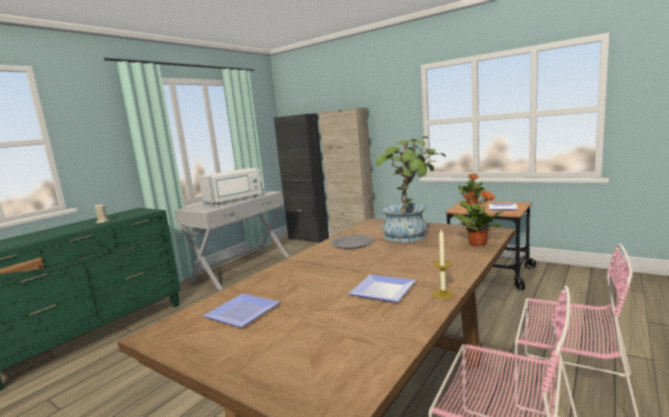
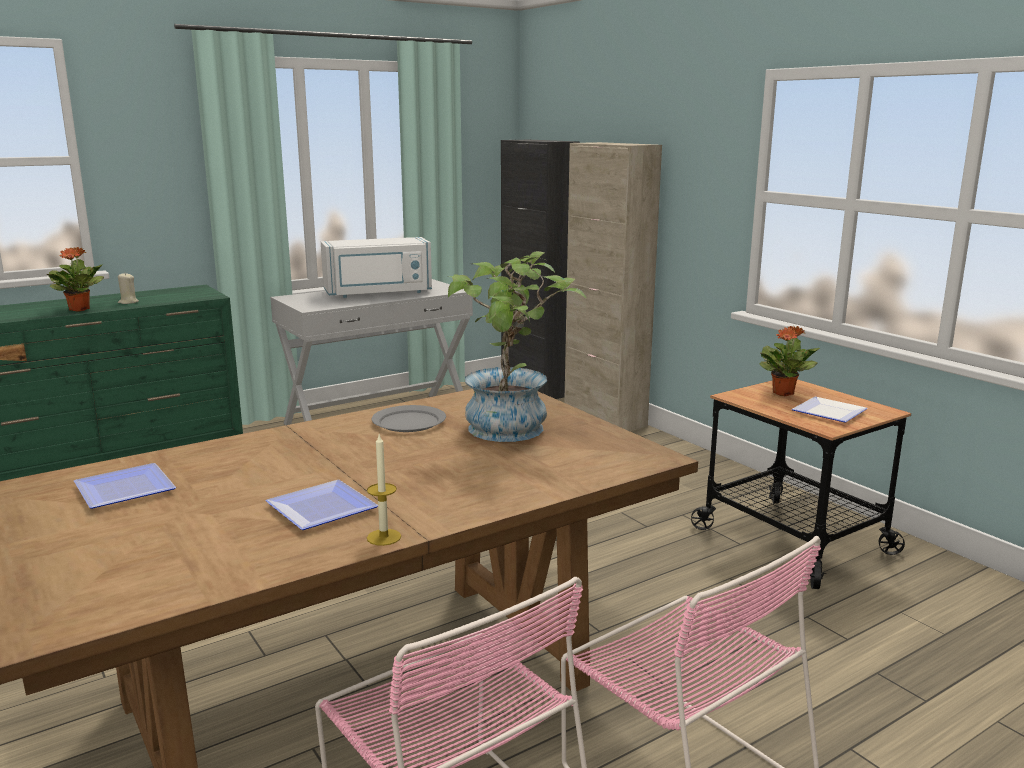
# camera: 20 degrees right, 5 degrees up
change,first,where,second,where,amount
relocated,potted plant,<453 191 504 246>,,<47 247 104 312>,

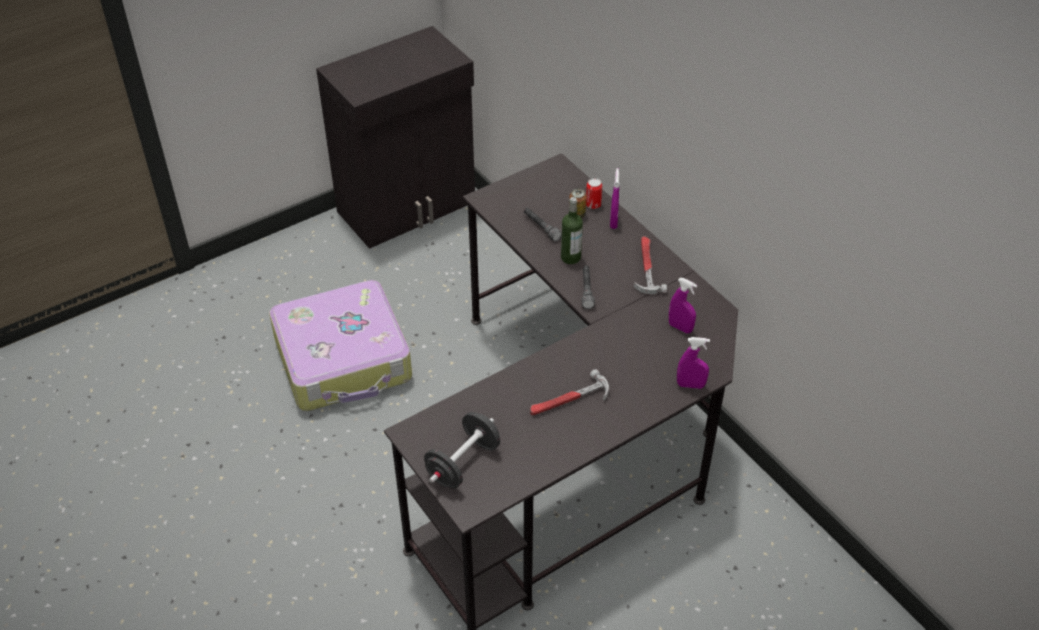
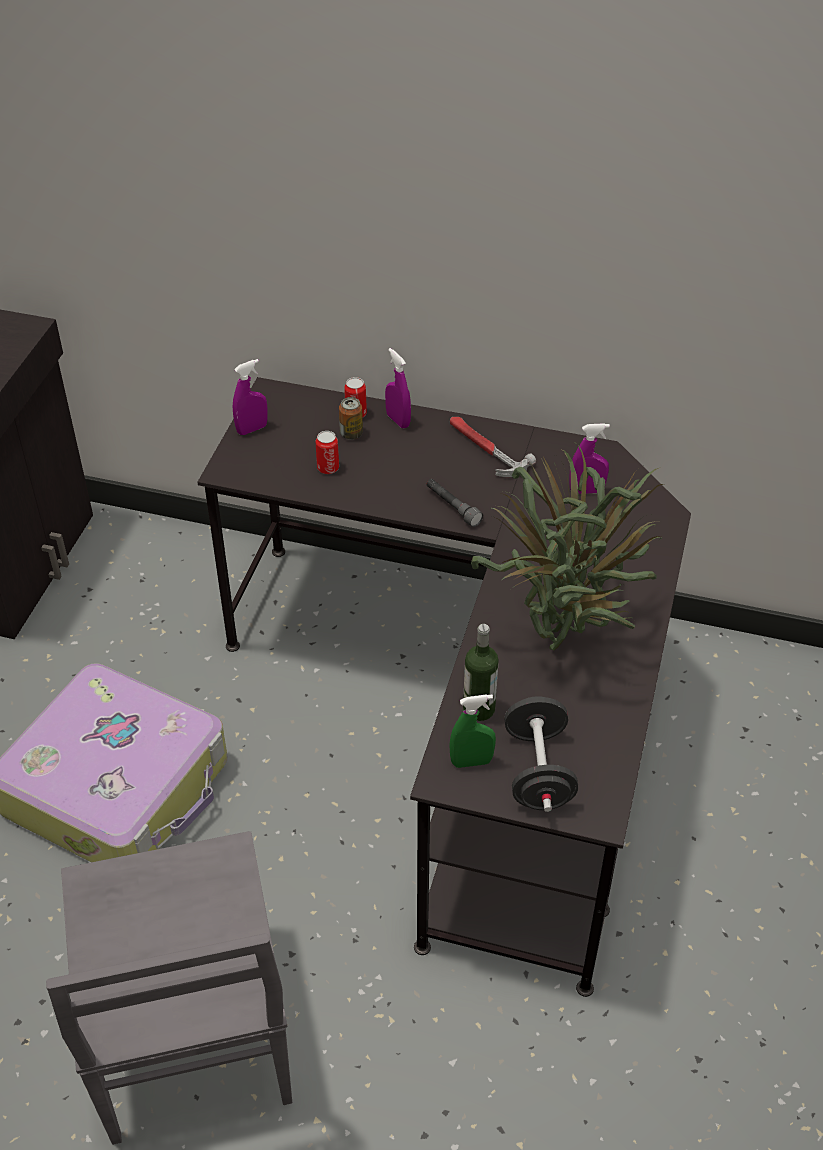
# camera: 40 degrees left, 0 degrees up
change,first,where,second,where,amount
relocated,bottle,<561 197 583 264>,,<463 624 499 721>,
exchanged,flashlight in grey,<524 208 562 242>,can,<315 431 339 474>,
relocated,spray bottle in purple,<677 337 710 389>,,<233 359 268 435>,
exchanged,hammer,<530 369 609 416>,potted plant,<471 441 663 651>,
appeared,,,spray bottle in green,<449 694 496 768>,
appeared,,,chair in grey,<46 831 292 1145>,

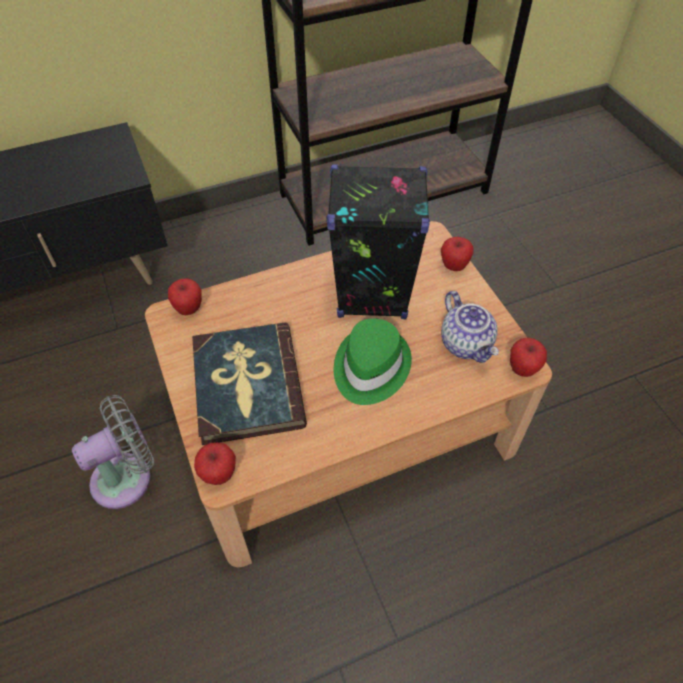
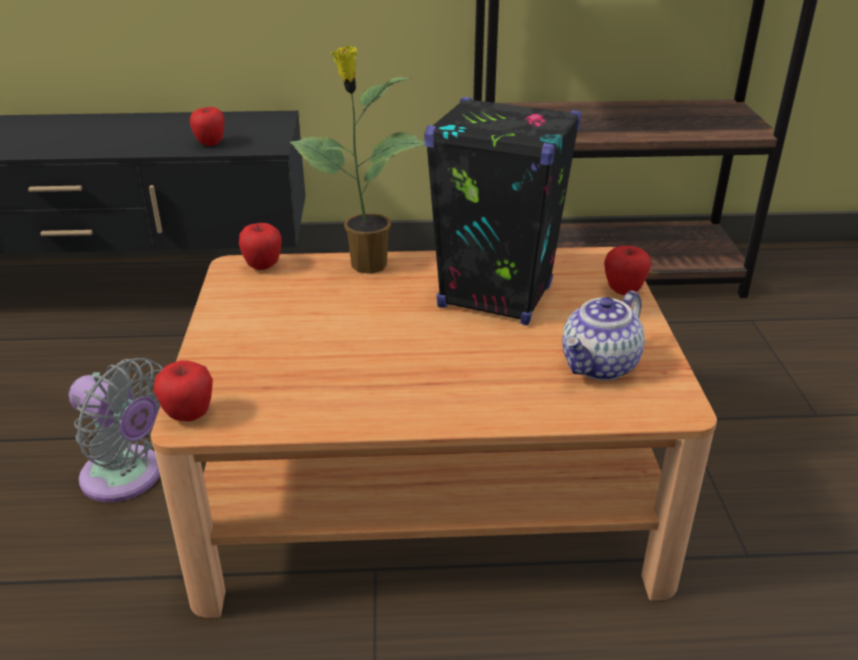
# camera: 20 degrees right, 20 degrees down
change,first,where,second,where,amount
spun,teapot,<441 291 499 363>,,<562 291 645 380>,45 degrees clockwise
missing,hat in green,<334 318 412 405>,,,
missing,book,<192 323 307 445>,,,
relocated,apple,<510 338 547 377>,,<190 107 225 146>,
spun,fan in grey,<72 395 154 509>,,<69 358 163 502>,45 degrees clockwise
appeared,,,potted plant,<290 45 425 274>,

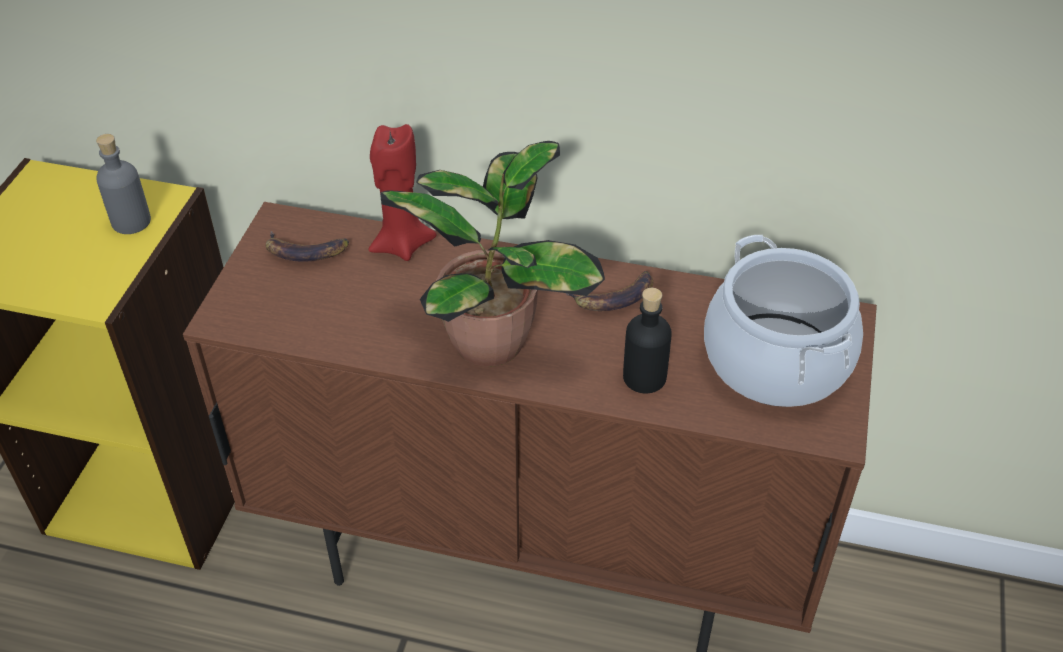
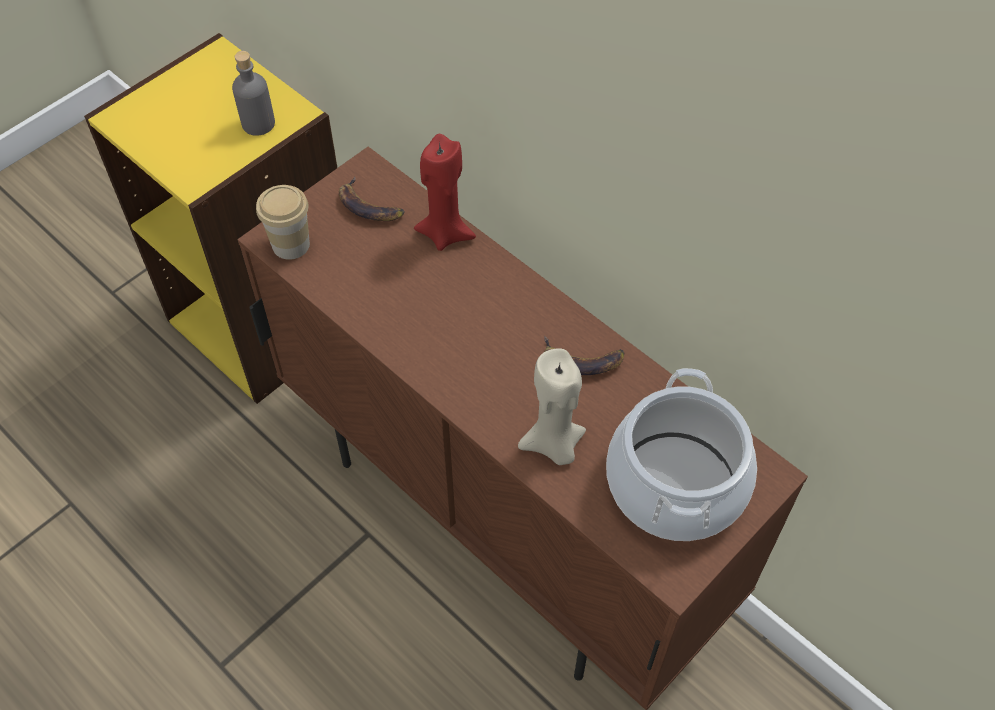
# camera: 30 degrees right, 10 degrees up
change,first,where,second,where,amount
missing,potted plant,<380 141 605 367>,,,
exchanged,bottle in black,<623 288 672 393>,candle in beige,<518 348 586 465>,
appeared,,,cup,<256 185 310 260>,

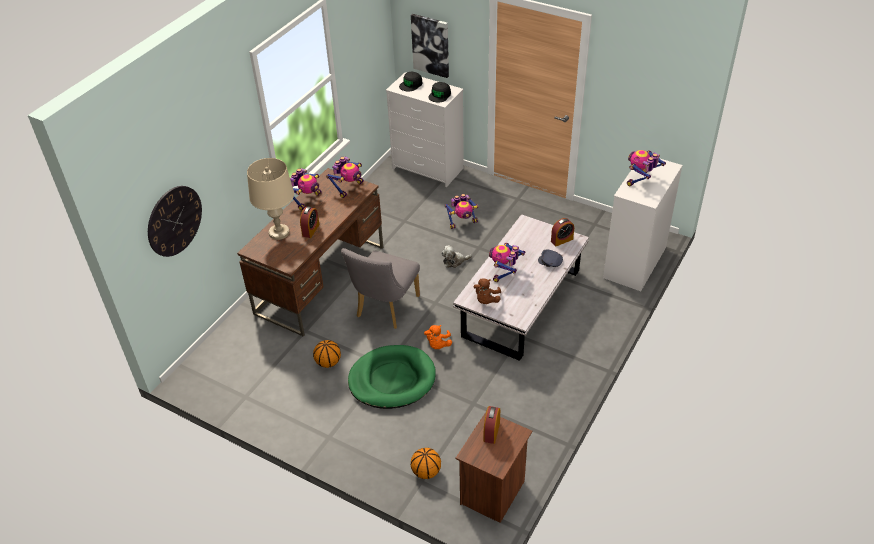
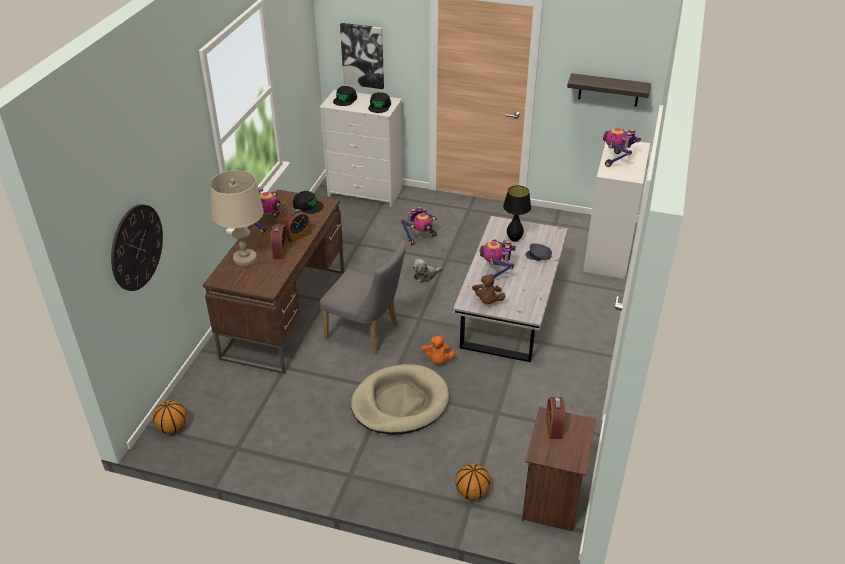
# camera: 15 degrees left, 5 degrees down
change,first,where,second,where,amount
exchanged,toy robot,<326 157 364 198>,cap in black,<293 191 324 214>,
relocated,alarm clock,<551 218 574 246>,,<284 209 311 243>,
spun,chair in grey,<341 248 420 329>,,<320 240 406 354>,75 degrees counterclockwise
relocated,basketball,<313 340 341 368>,,<153 400 187 433>,
colour,dog bed in green,<348 345 436 409>,dog bed in beige,<351 364 449 434>,
appeared,,,shelf,<567 73 651 107>,
appeared,,,table lamp in black,<503 186 531 242>,

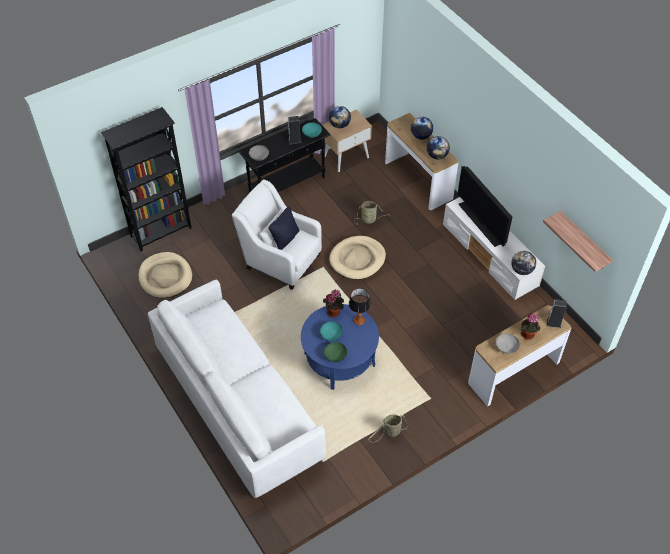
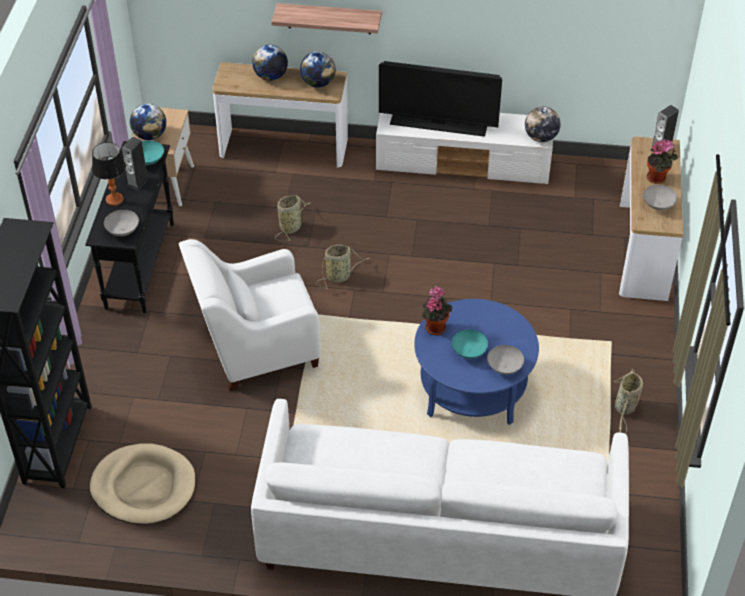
# camera: 50 degrees left, 5 degrees down
change,first,where,second,where,amount
missing,pillow in black,<269 206 300 250>,,,
relocated,shelf,<543 211 613 272>,,<271 3 382 34>,
exchanged,dog bed in beige,<329 236 386 280>,basket,<316 244 370 289>,
relocated,table lamp,<349 288 371 325>,,<92 142 126 206>,
colour,bowl in green,<324 342 347 362>,bowl in grey,<487 345 524 375>,

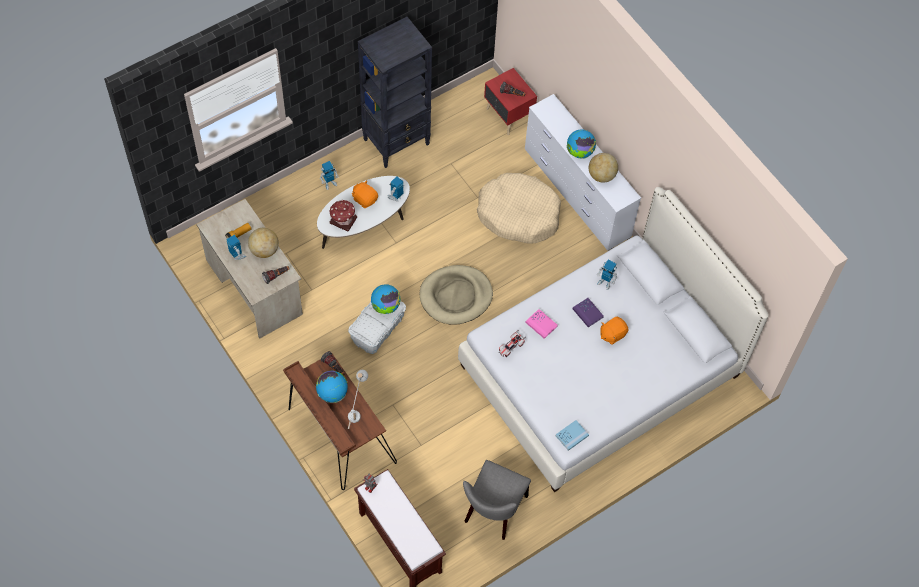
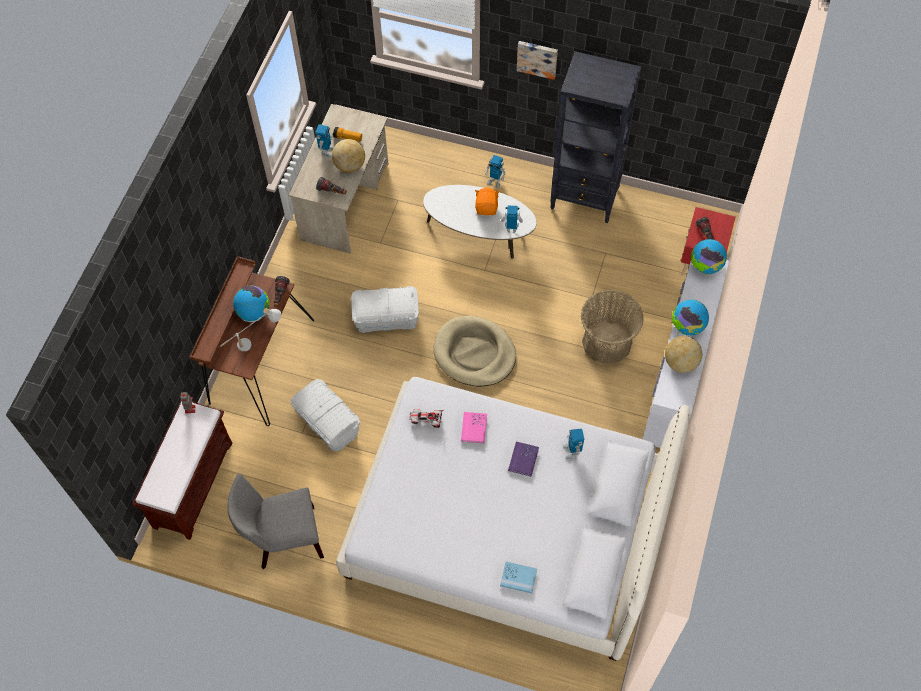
# camera: 55 degrees right, 0 degrees up
change,first,where,second,where,amount
exchanged,dog bed in beige,<477 173 561 244>,basket,<581 290 644 364>,
missing,toy house,<329 200 357 231>,,,
relocated,globe,<371 284 401 314>,,<691 239 727 274>,
missing,plush toy in orange,<600 317 629 345>,,,
relocated,book in blue,<555 420 589 451>,,<500 562 537 594>,
appeared,,,picture,<517 41 558 80>,
appeared,,,storage box in white,<290 379 360 452>,

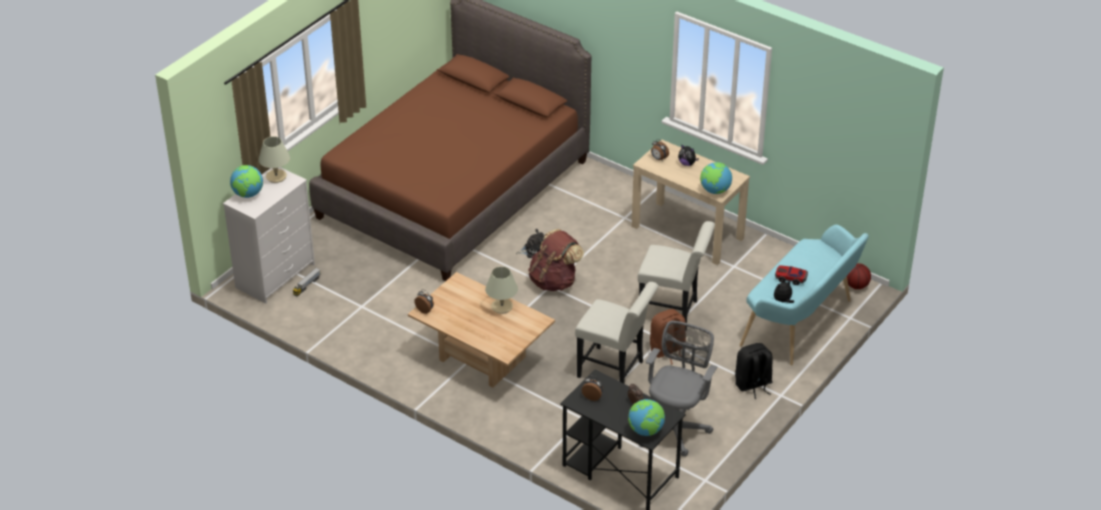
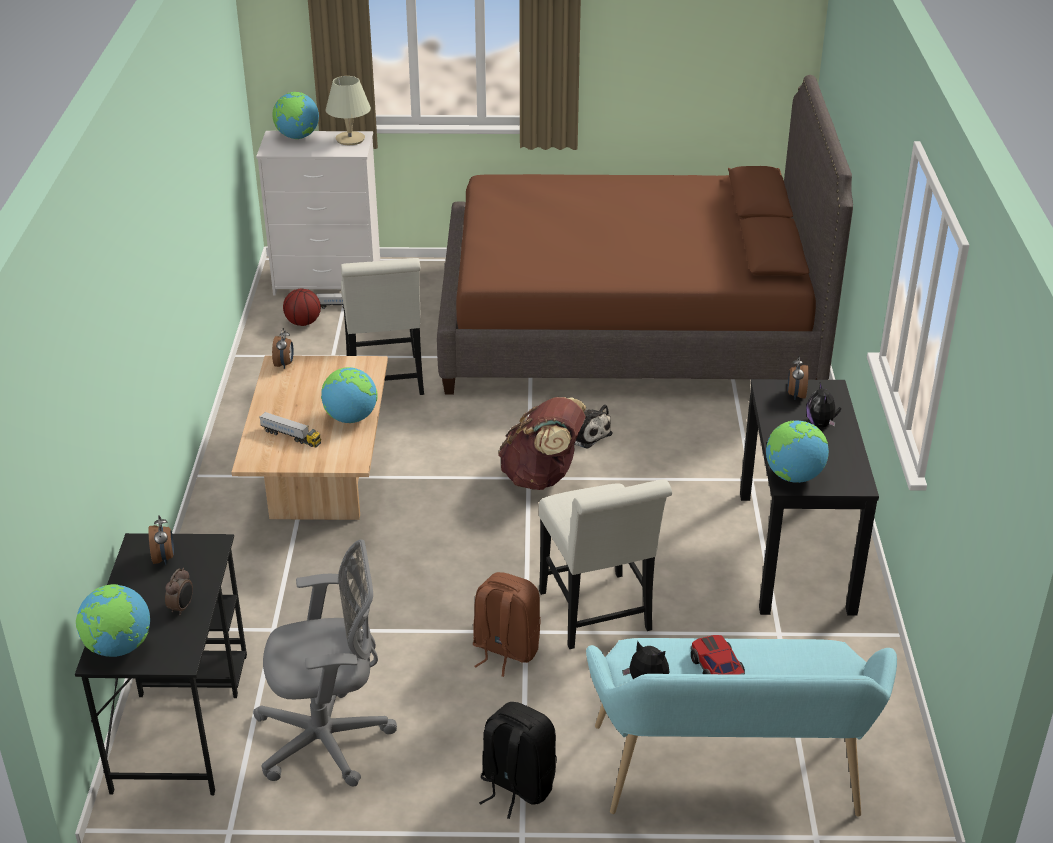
# camera: 55 degrees right, 5 degrees down
change,first,where,second,where,amount
colour,console table in beige,<632 140 750 265>,console table in black,<740 379 879 616>,
relocated,basketball,<847 263 871 289>,,<283 289 321 326>,
exchanged,table lamp in beige,<485 267 518 314>,globe,<321 367 377 423>,
relocated,chair in white,<575 282 659 383>,,<341 258 424 395>,
appeared,,,toy truck,<259 412 321 447>,

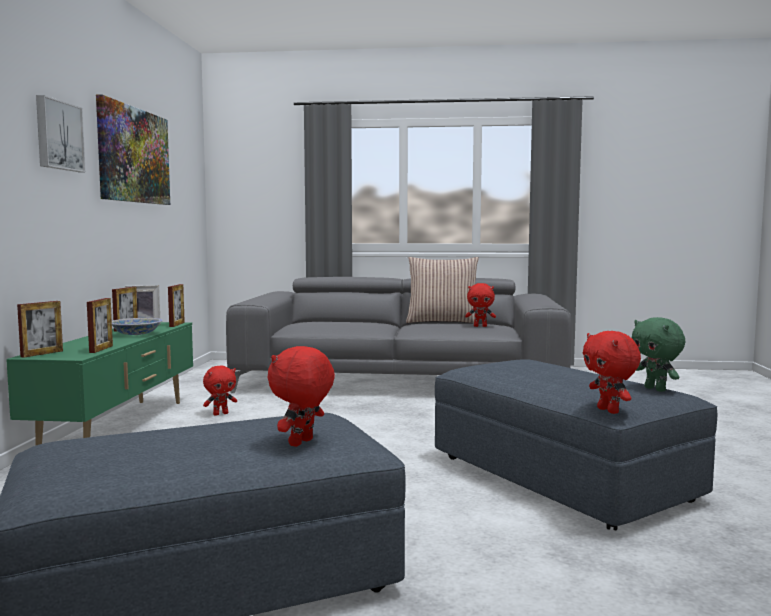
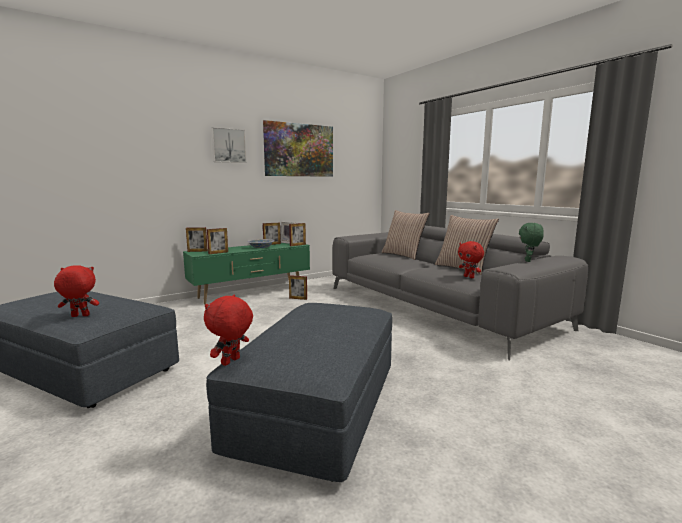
# camera: 50 degrees right, 5 degrees up
change,first,where,second,where,amount
relocated,plush toy in green,<632 317 685 392>,,<519 223 544 262>,
exchanged,plush toy in red,<203 366 237 416>,picture frame,<289 275 307 300>,
appeared,,,pillow,<382 210 430 260>,

